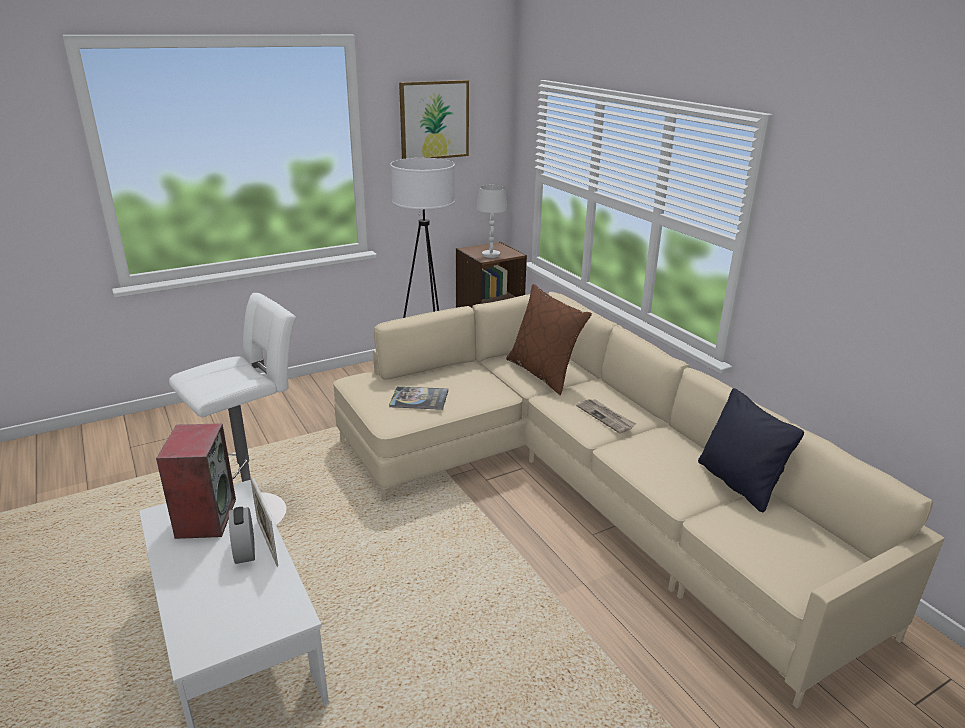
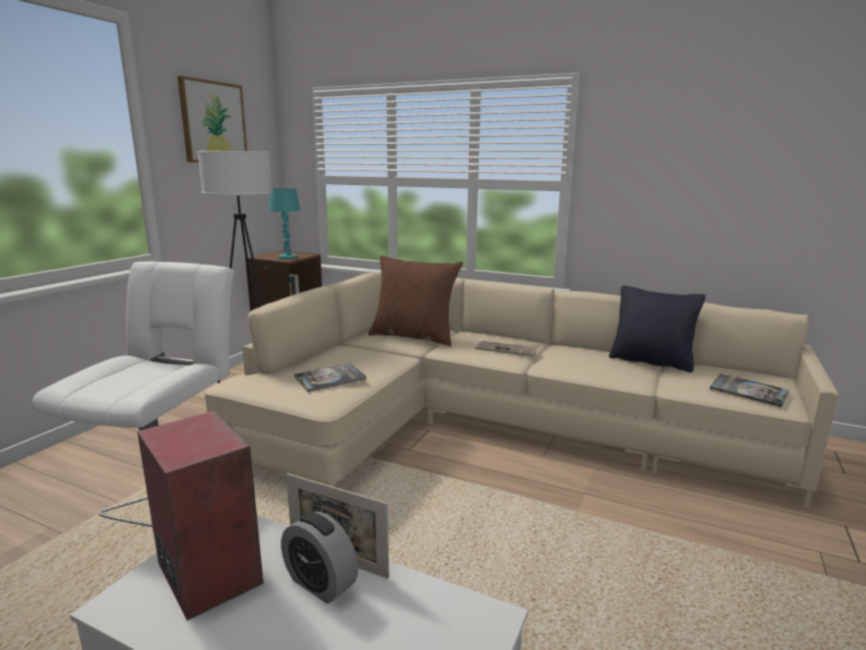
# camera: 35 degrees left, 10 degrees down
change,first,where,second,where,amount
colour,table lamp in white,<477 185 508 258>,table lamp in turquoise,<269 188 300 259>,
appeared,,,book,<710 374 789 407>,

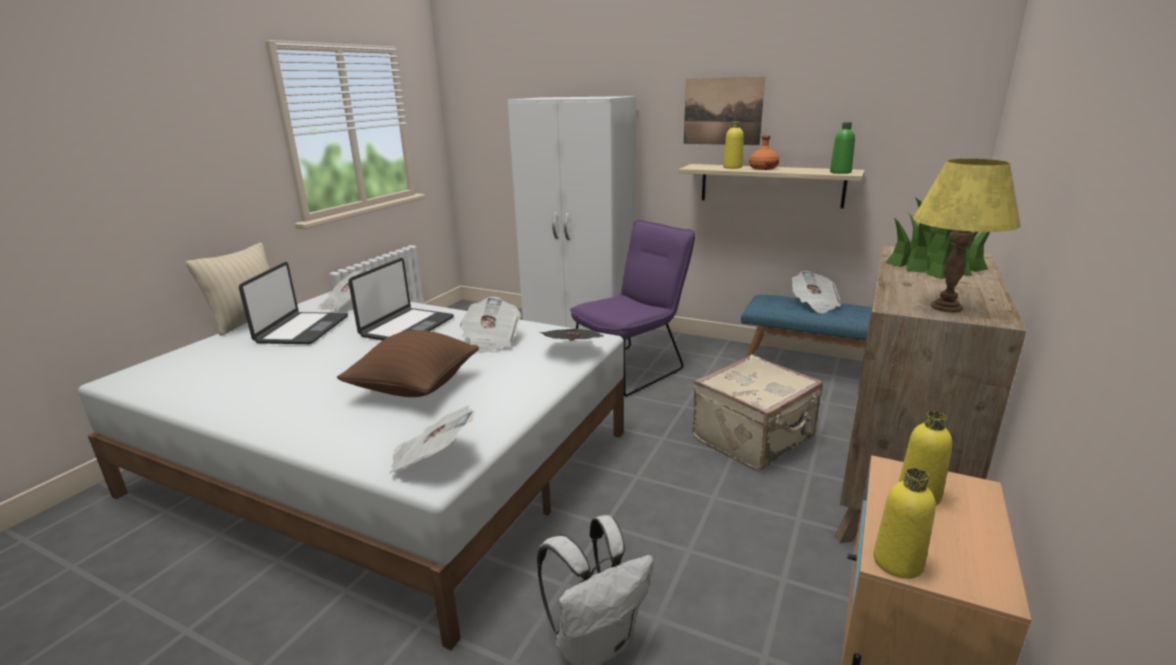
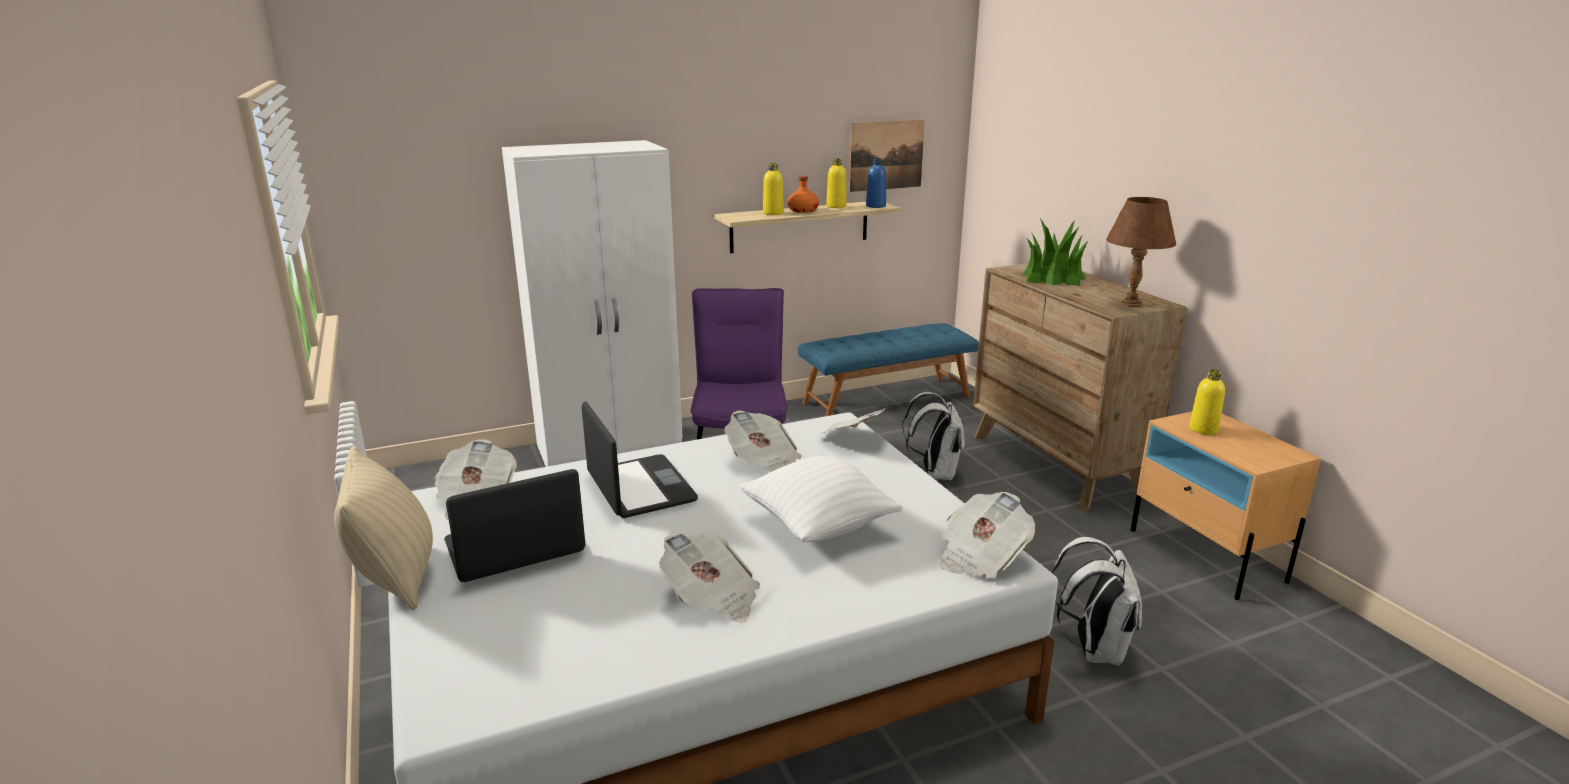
# camera: 50 degrees left, 0 degrees up
change,first,where,second,where,amount
relocated,picture,<684 77 765 145>,,<849 120 925 192>,
colour,bottle in green,<830 122 855 174>,bottle in blue,<866 158 886 208>,
colour,table lamp in yellow,<913 159 1020 312>,table lamp in brown,<1106 197 1176 307>,
spun,laptop,<239 262 348 344>,,<444 469 586 582>,75 degrees counterclockwise
relocated,newspaper,<792 271 841 313>,,<659 532 760 623>,
colour,pillow in brown,<337 330 479 397>,pillow in white,<740 456 903 542>,
exchanged,suitcase in beige,<693 355 823 471>,backpack in white,<902 392 965 480>,
relocated,bottle in yellow,<873 468 936 579>,,<826 158 847 208>,

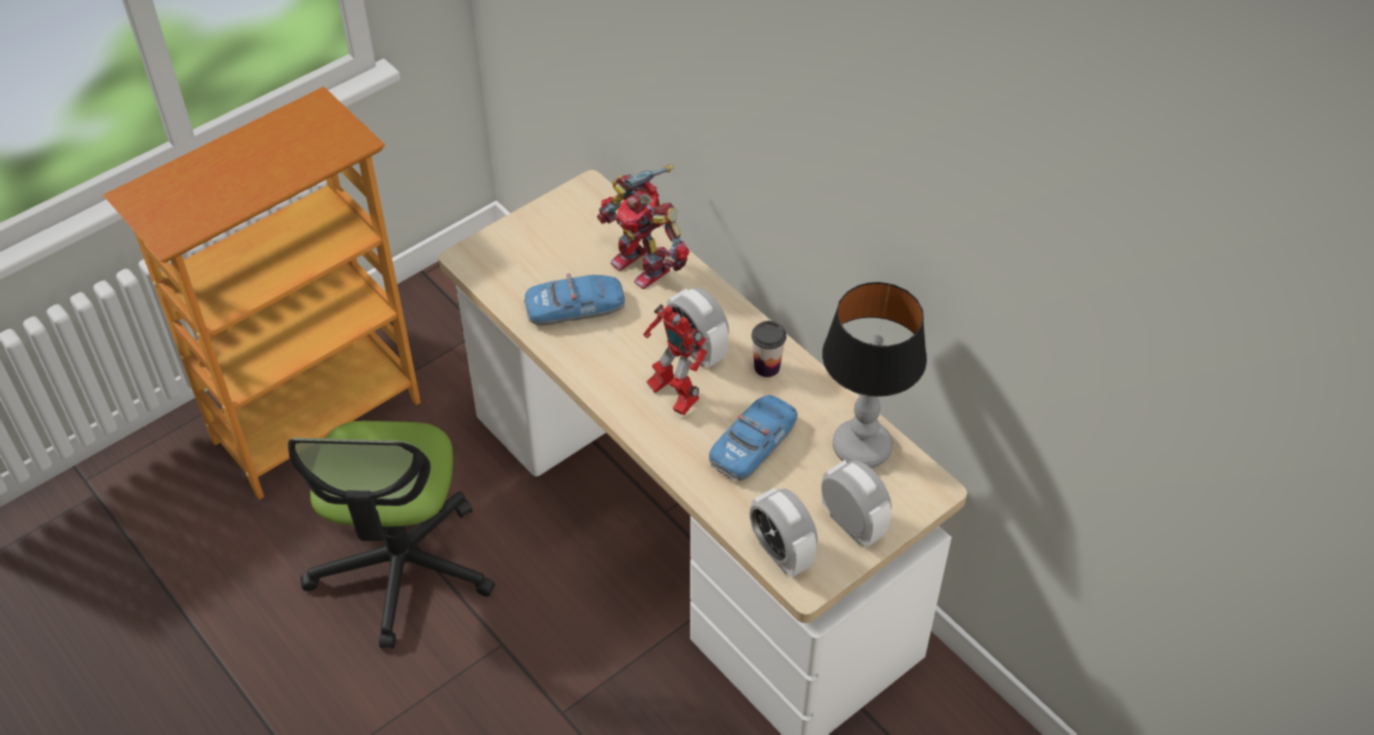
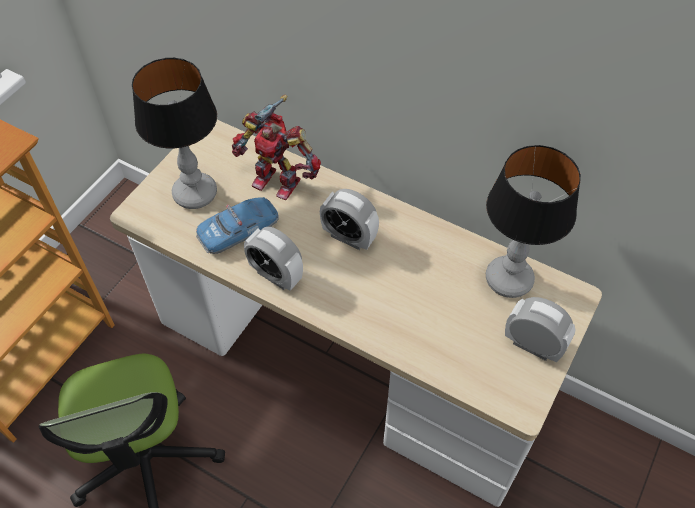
# camera: 20 degrees left, 5 degrees up
change,first,where,second,where,amount
missing,toy robot,<643 304 708 415>,,,
missing,cup,<752 321 786 377>,,,
missing,toy car,<709 395 798 481>,,,
relocated,alarm clock,<750 488 818 577>,,<244 227 303 291>,
appeared,,,table lamp,<132 58 217 209>,

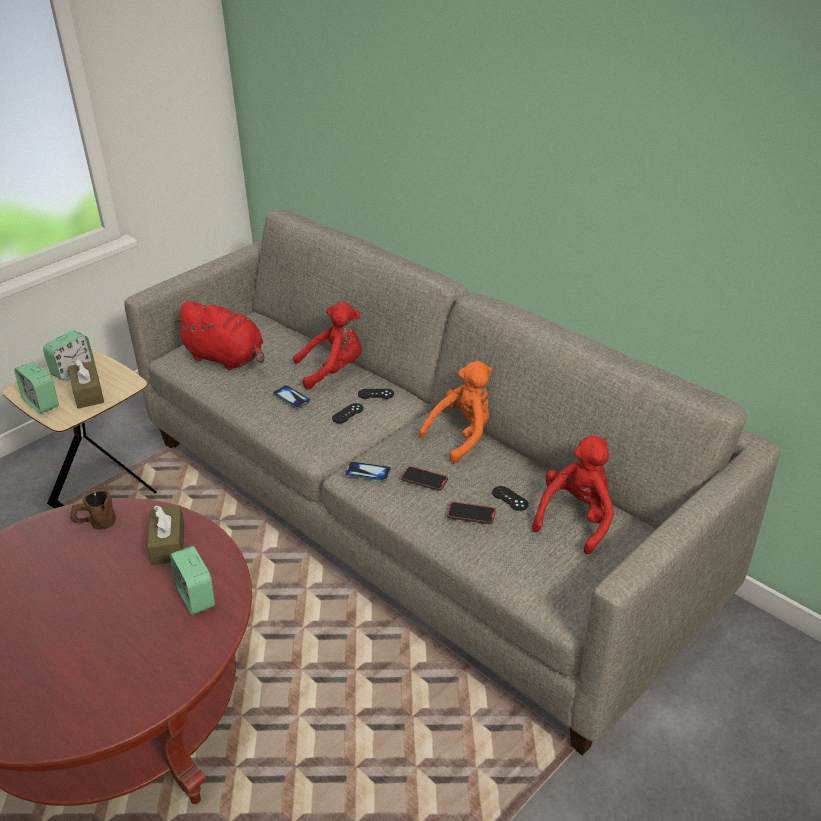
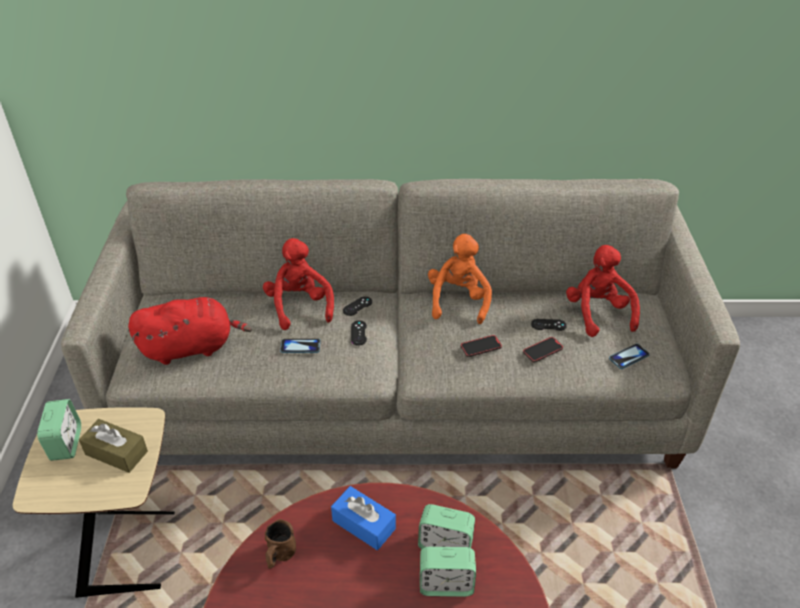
# camera: 45 degrees left, 5 degrees up
change,first,where,second,where,amount
spun,plush toy in red,<293 302 362 390>,,<263 238 334 330>,45 degrees counterclockwise
relocated,alarm clock,<14 362 59 414>,,<420 547 476 597>,
relocated,phone,<345 461 391 481>,,<609 344 650 369>,
colour,tissue box in brown,<147 505 184 565>,tissue box in blue,<331 486 396 550>,

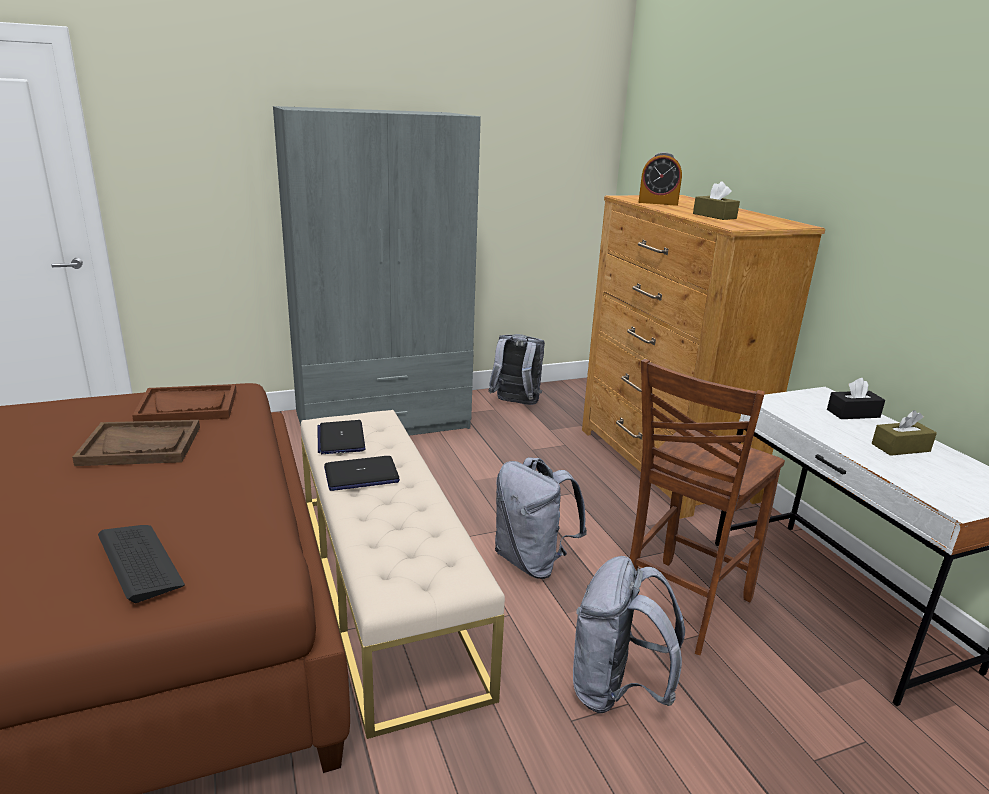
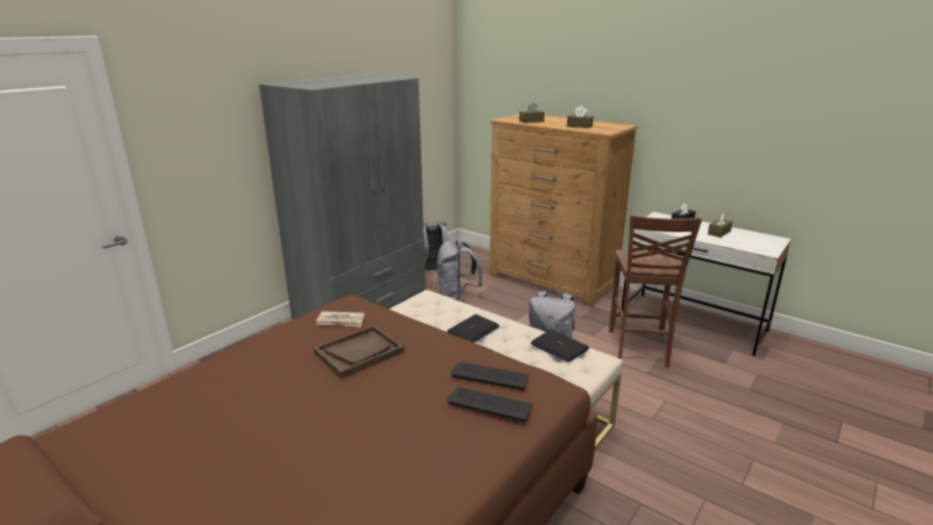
# camera: 30 degrees left, 0 degrees up
change,first,where,second,where,amount
exchanged,alarm clock,<638 152 682 206>,tissue box in brown,<519 102 545 123>,
exchanged,tray in brown,<132 384 237 421>,newspaper,<316 311 364 327>,
relocated,laptop,<318 420 365 454>,,<531 330 589 362>,
relocated,backpack in grey,<573 556 685 713>,,<437 241 482 301>,
appeared,,,keyboard,<450 362 530 390>,

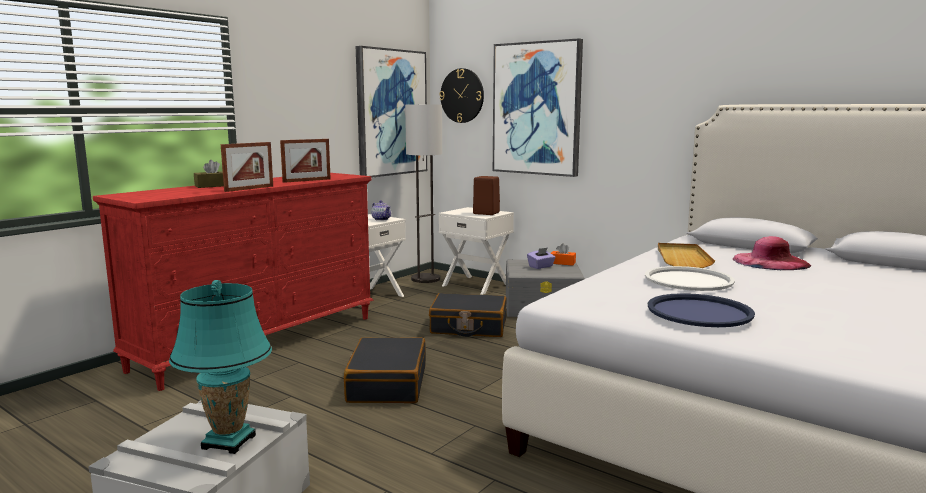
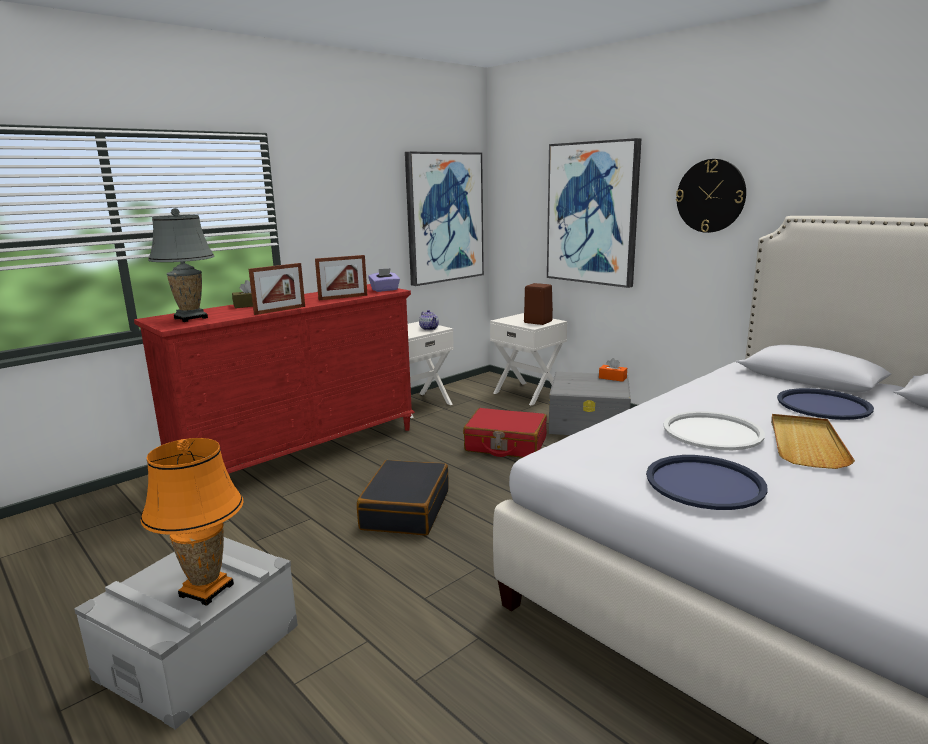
# camera: 10 degrees right, 5 degrees up
change,first,where,second,where,amount
relocated,wall clock,<440 68 484 123>,,<676 159 746 233>,
missing,floor lamp,<405 104 442 283>,,,
exchanged,hat in pink,<733 236 811 270>,tray in blue,<777 388 874 420>,
relocated,tray in beige,<658 243 715 268>,,<771 414 855 469>,
relocated,tissue box in purple,<527 248 556 269>,,<368 268 400 292>,
colour,table lamp in turquoise,<169 280 272 454>,table lamp in orange,<140 438 244 606>,
colour,suitcase in black,<429 293 506 337>,suitcase in red,<463 408 547 458>,
appeared,,,table lamp in grey,<148 208 215 322>,

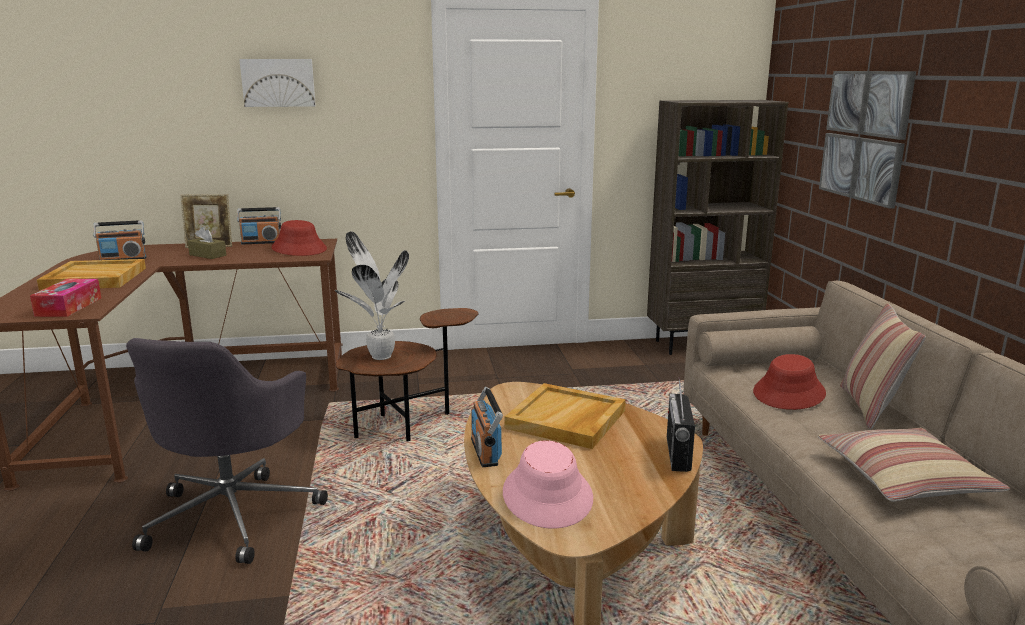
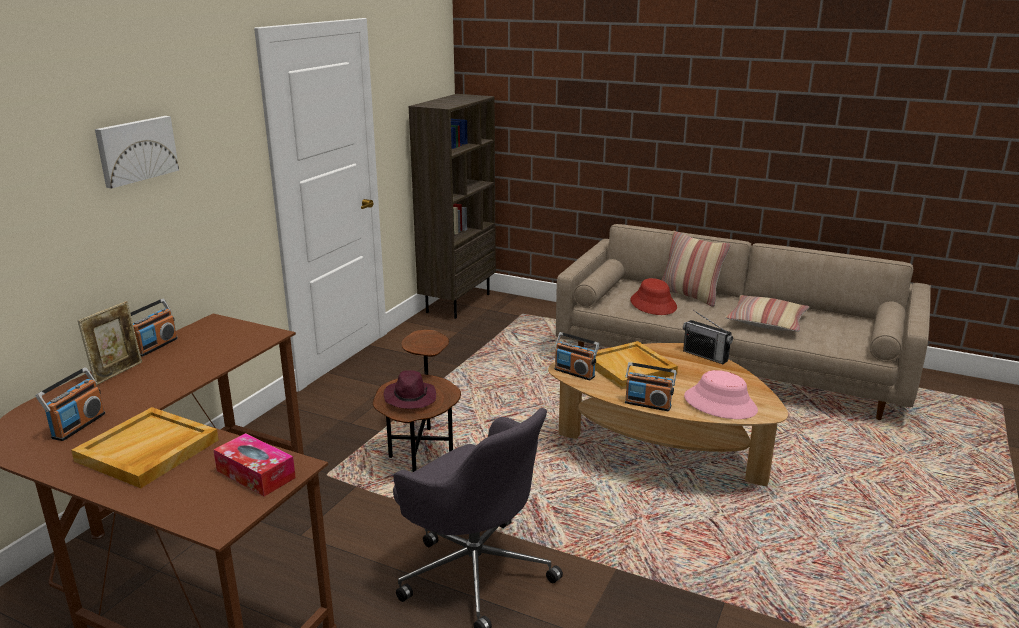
# camera: 55 degrees left, 5 degrees up
change,first,where,second,where,amount
missing,picture,<819 71 916 209>,,,
missing,hat in red,<271 220 327 256>,,,
missing,tissue box in brown,<188 227 226 259>,,,
exchanged,potted plant,<335 232 409 360>,hat in purple,<384 370 436 409>,
appeared,,,radio,<555 332 599 380>,

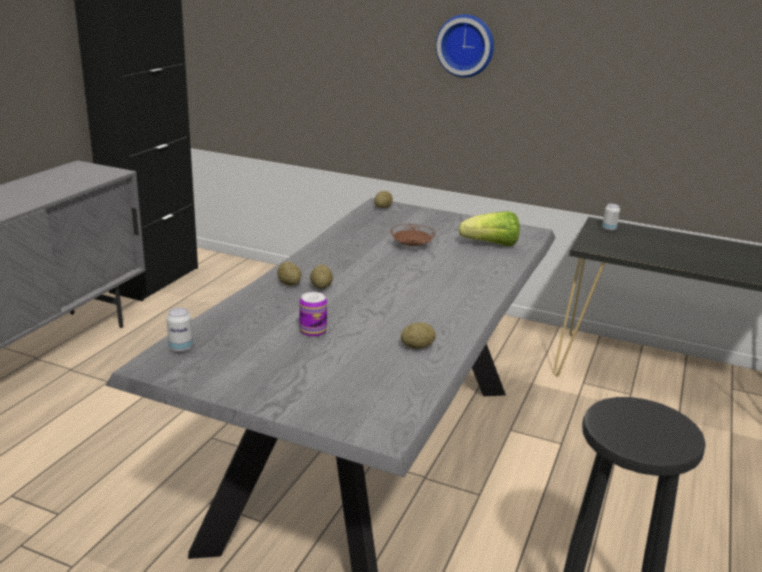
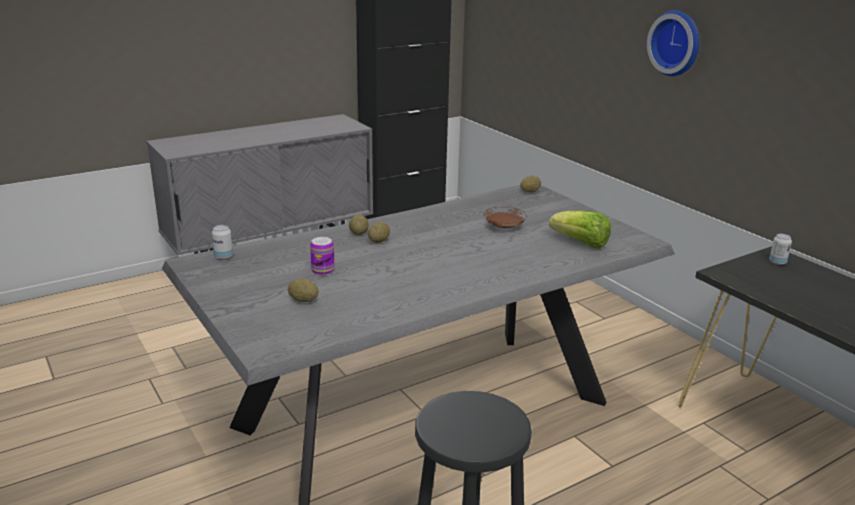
# camera: 35 degrees right, 0 degrees up
change,first,where,second,where,amount
relocated,potato,<401 322 436 349>,,<288 278 319 302>,

